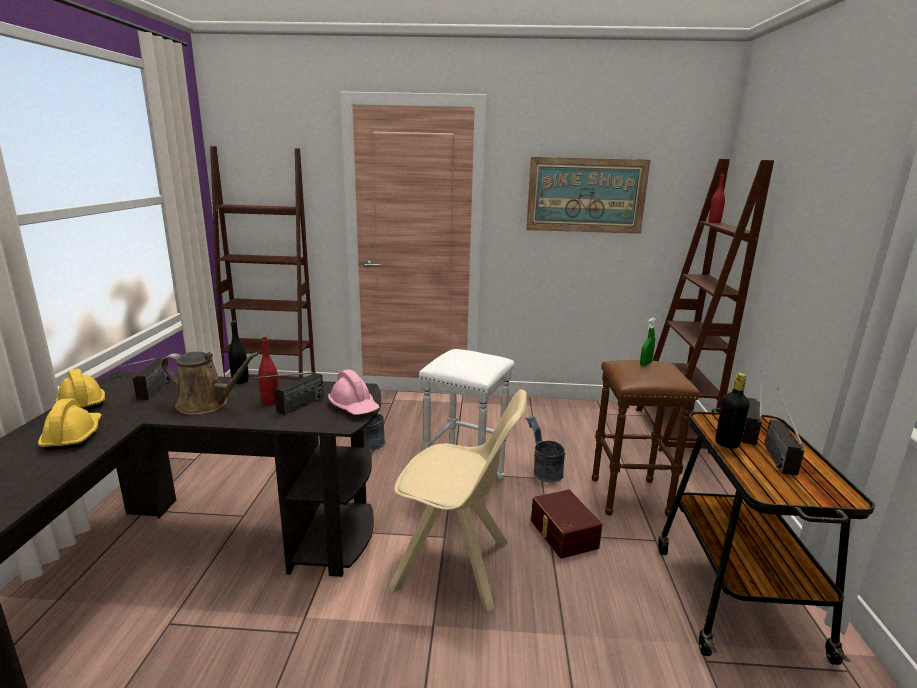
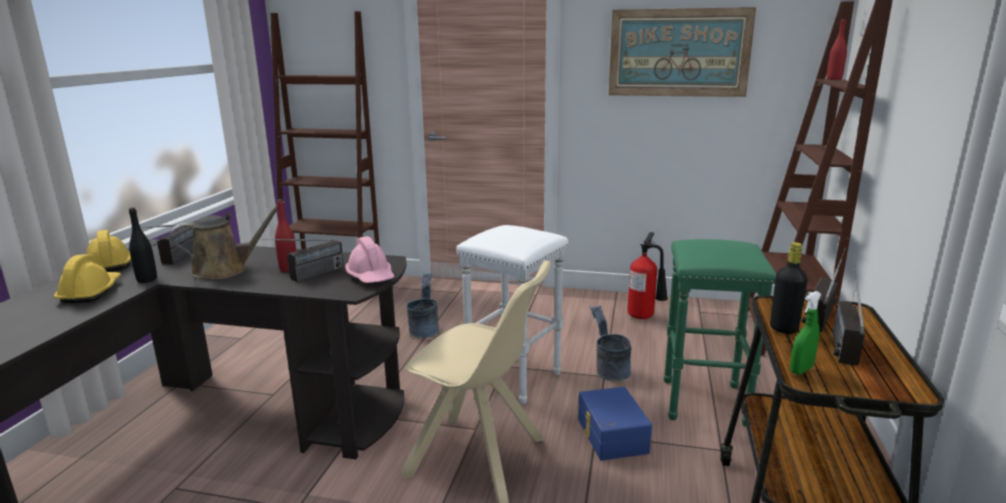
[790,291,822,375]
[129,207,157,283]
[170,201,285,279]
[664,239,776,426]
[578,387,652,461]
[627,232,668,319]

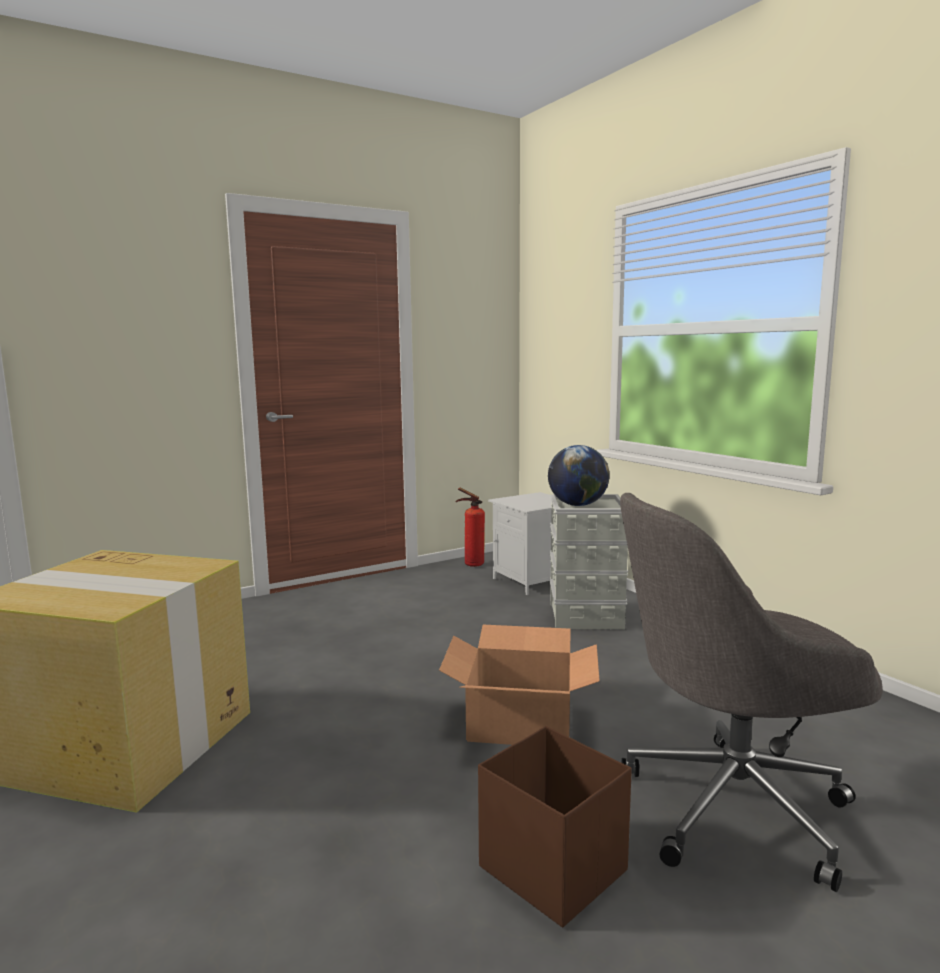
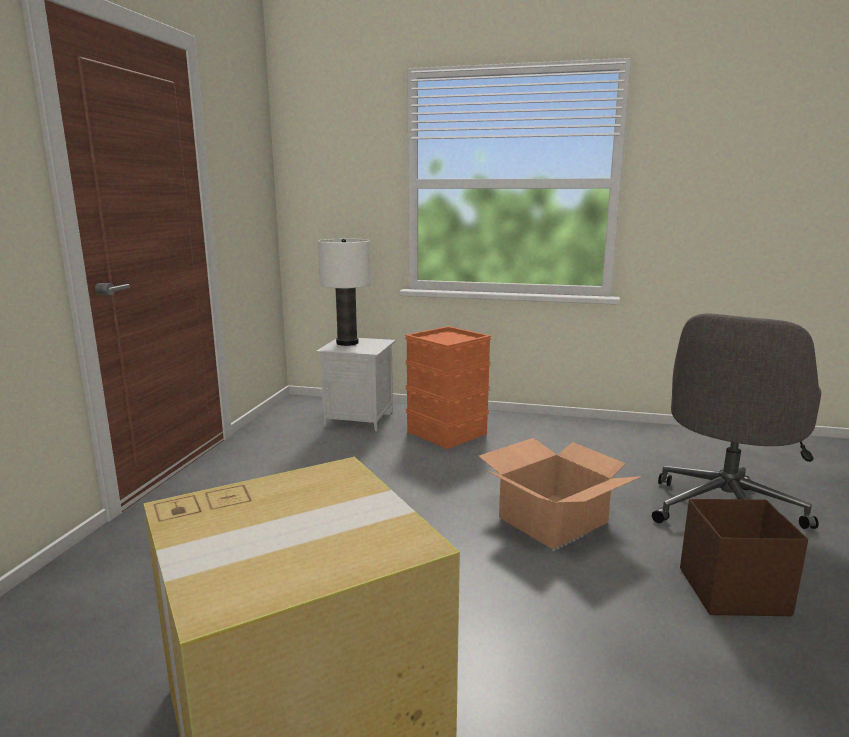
[548,445,610,506] (first image)
[456,488,485,567] (first image)
[405,326,491,449]
[318,239,371,346]

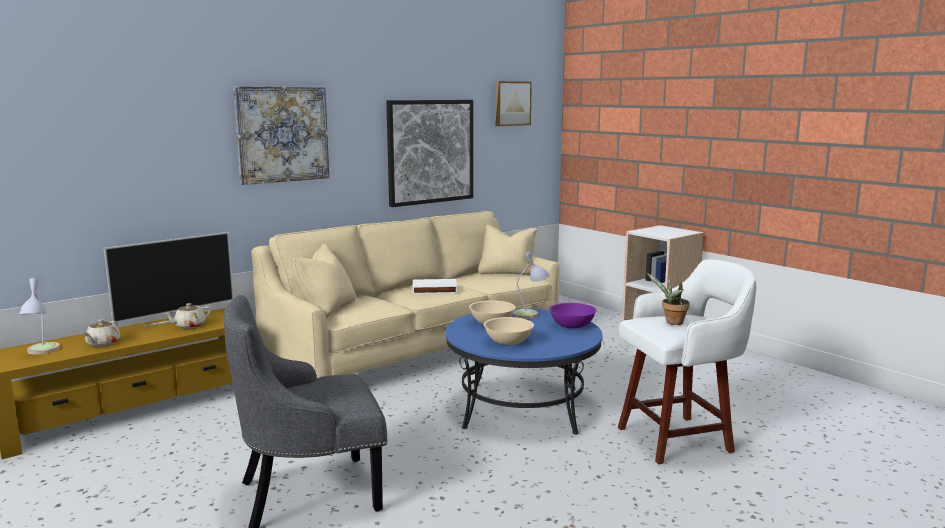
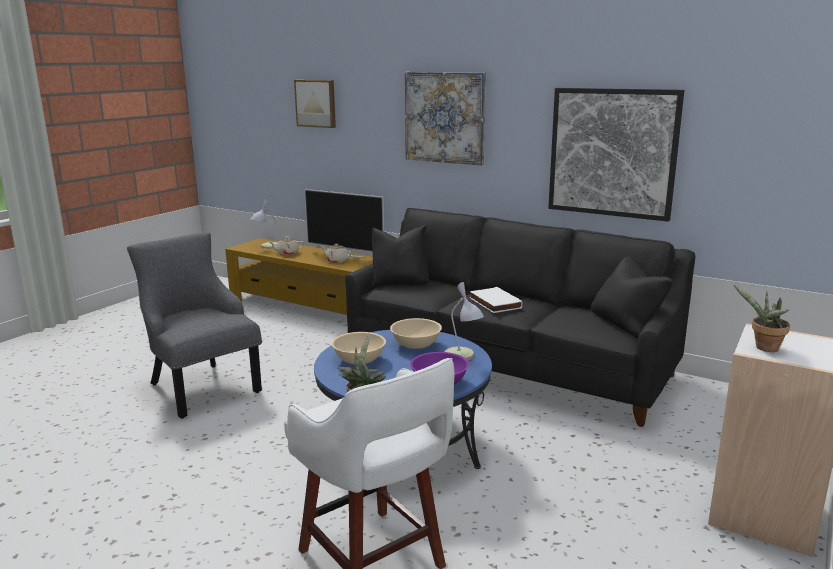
[294,80,336,128]
[346,208,695,427]
[733,285,790,352]

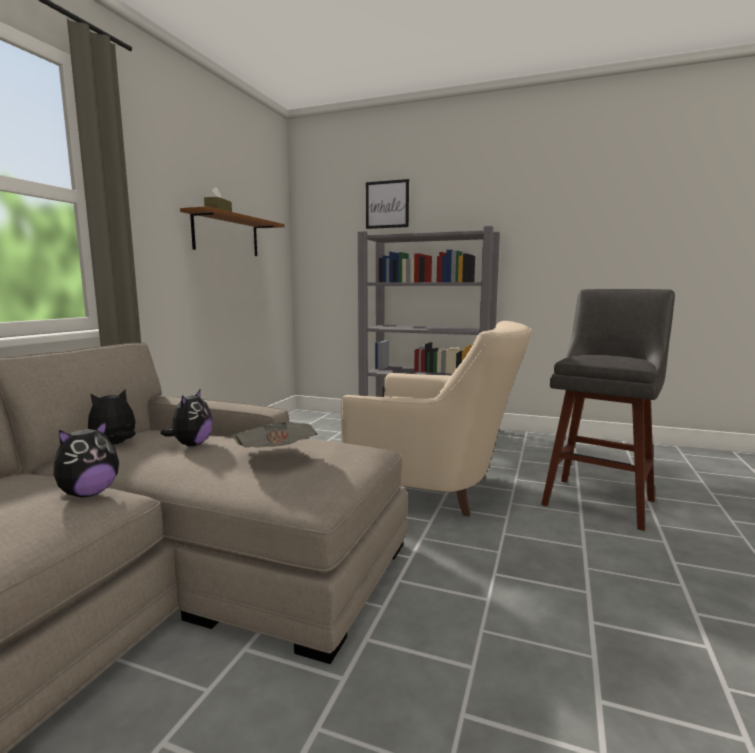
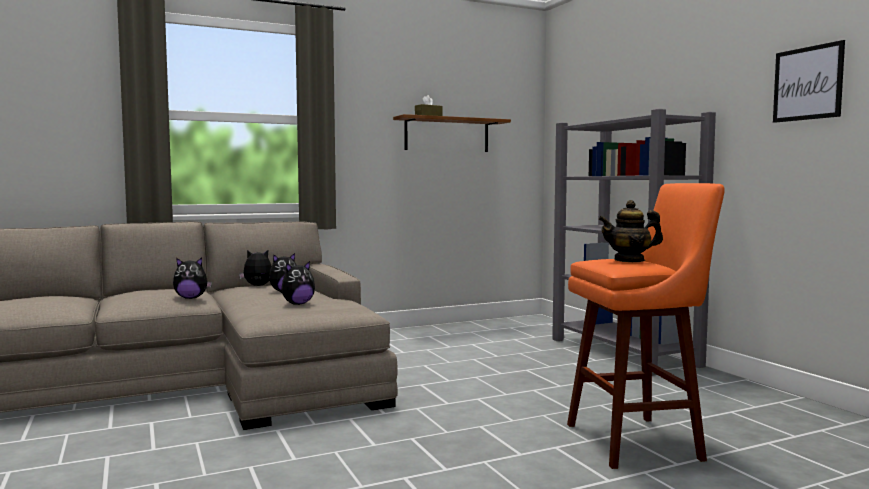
[773,40,845,123]
[567,183,725,469]
[341,321,532,516] (first image)
[280,261,315,305]
[598,200,663,262]

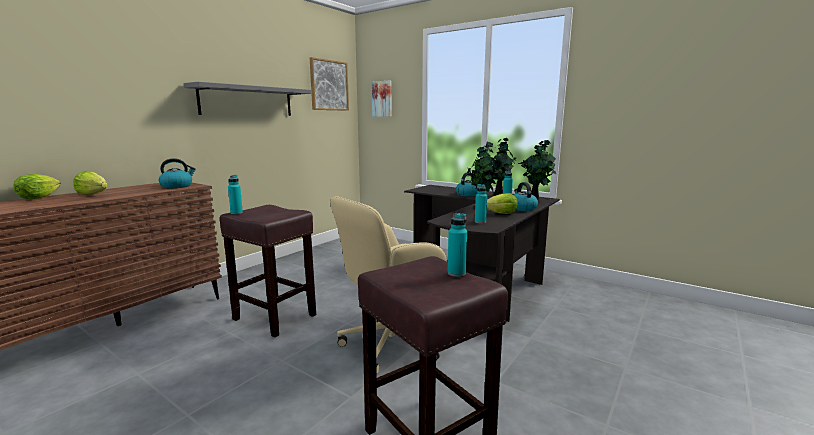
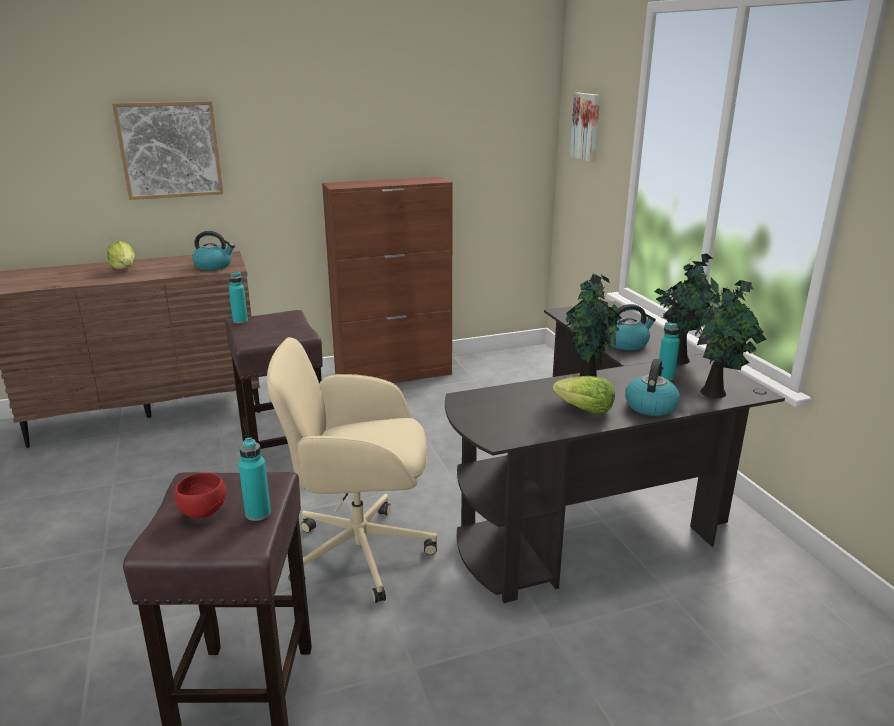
[112,101,223,200]
[184,82,311,116] (first image)
[13,174,61,200] (first image)
[475,184,487,224] (first image)
[322,176,453,383]
[175,473,226,518]

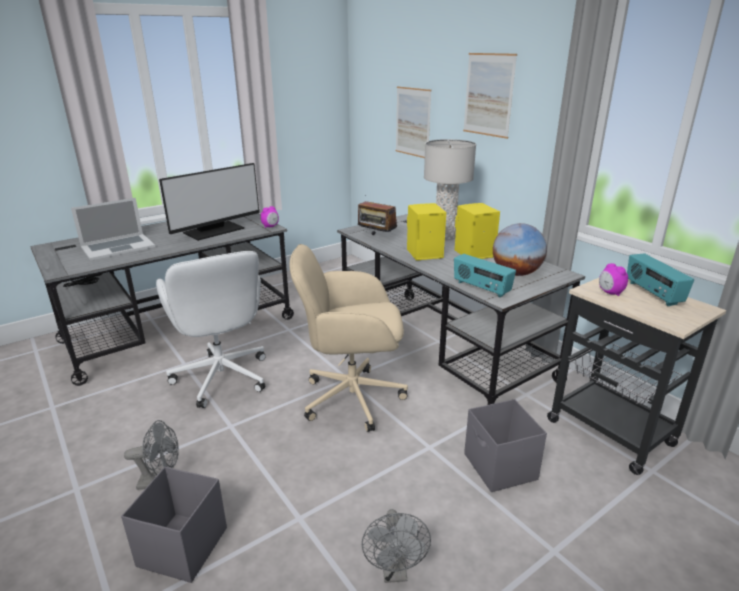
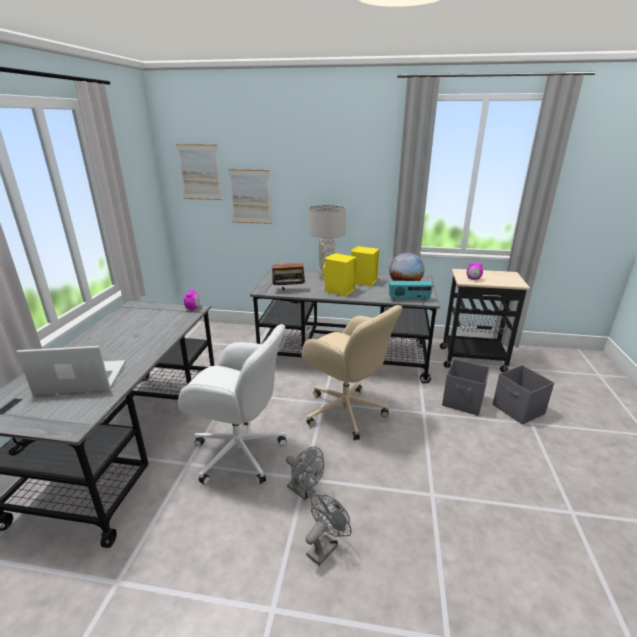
[176,144,222,200]
[159,163,260,241] (first image)
[17,346,126,395]
[302,305,402,440]
[627,254,694,306] (first image)
[493,365,554,425]
[286,446,324,501]

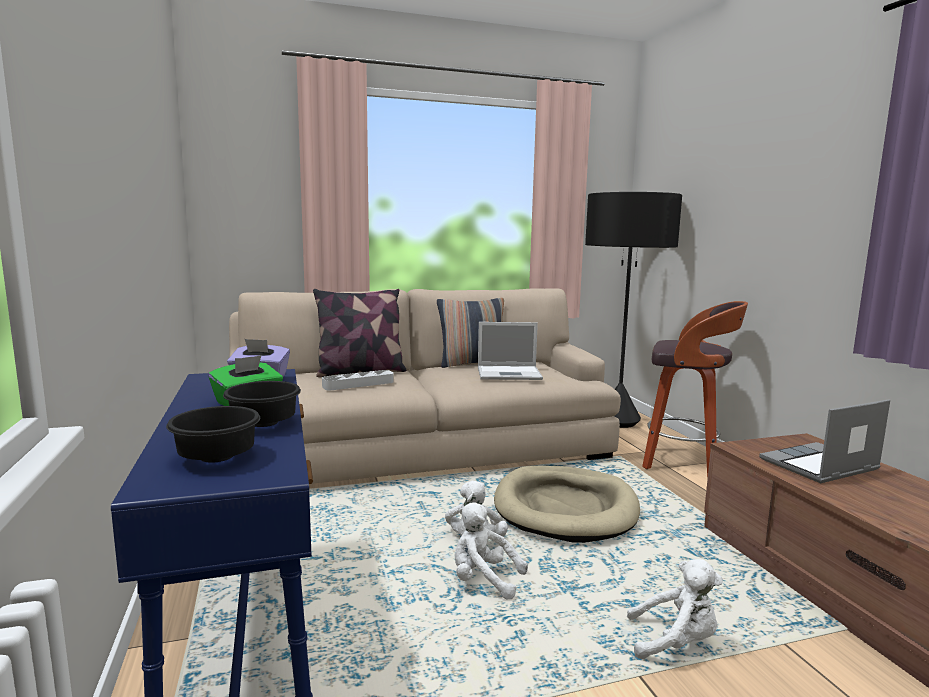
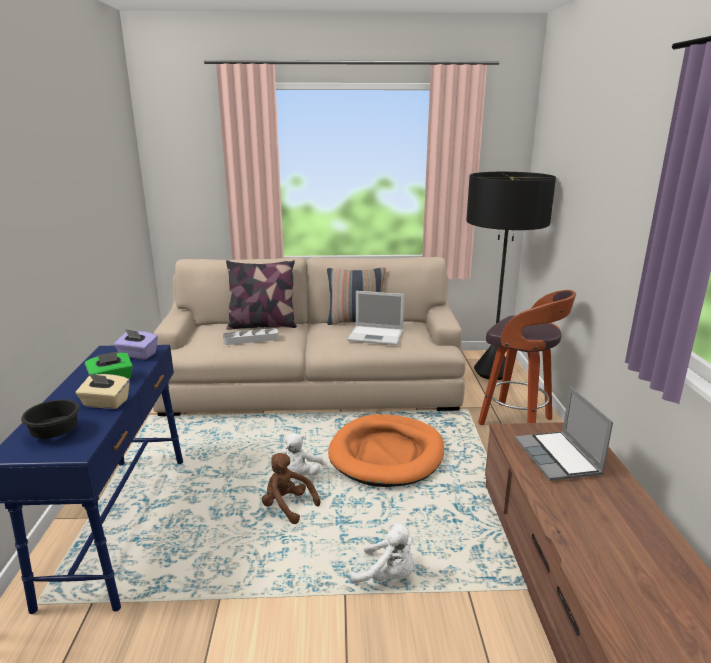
[76,374,130,409]
[515,386,613,481]
[328,414,444,487]
[262,453,320,524]

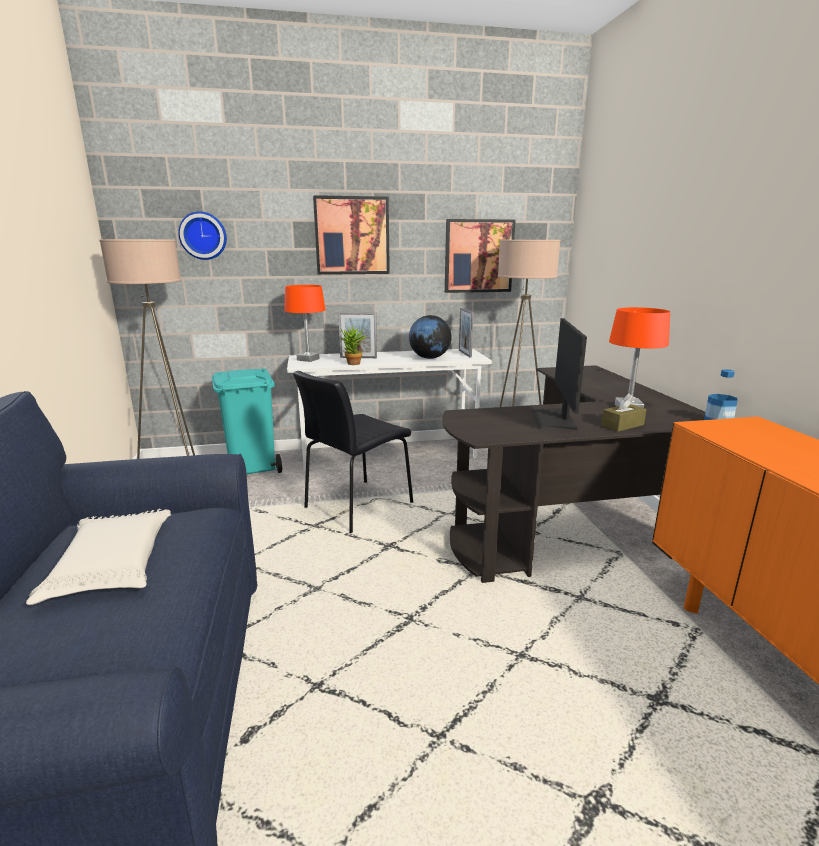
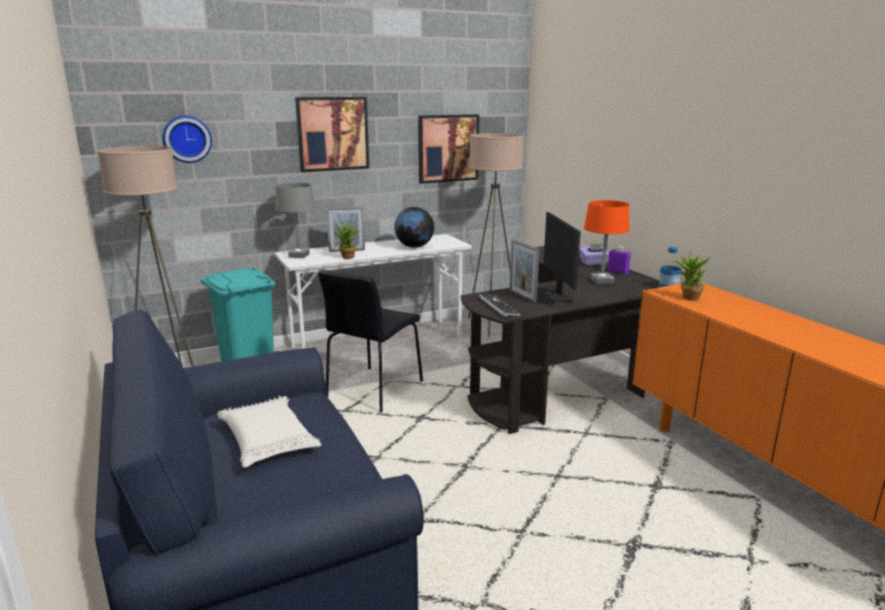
[275,183,316,258]
[510,239,539,303]
[601,393,646,432] (first image)
[579,243,609,265]
[608,246,631,274]
[673,251,711,301]
[479,294,521,317]

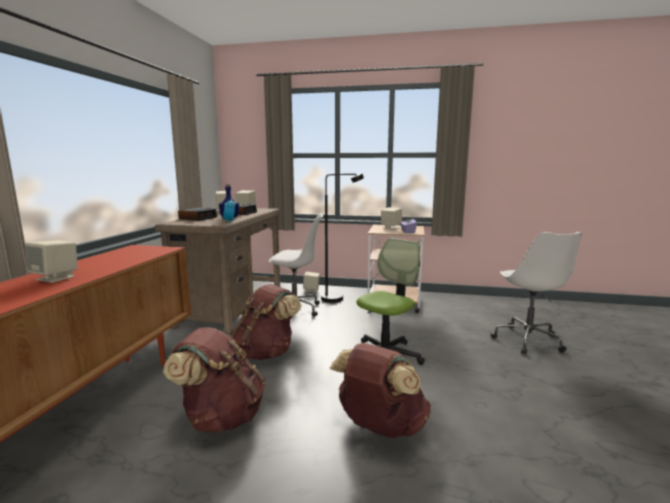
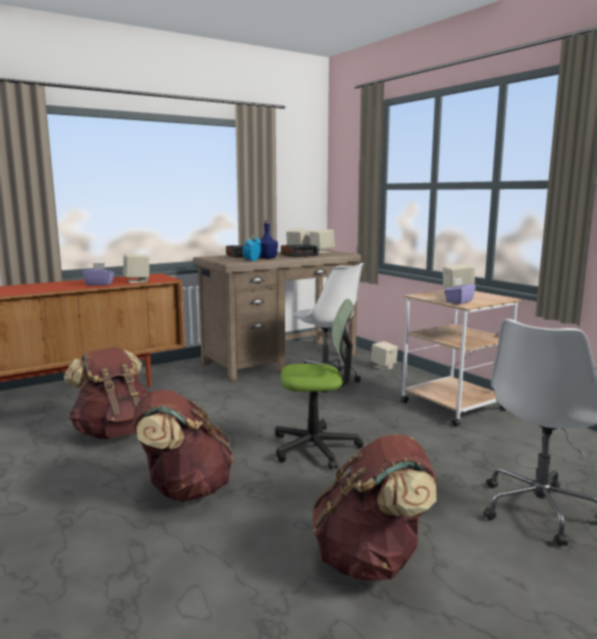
[321,173,364,303] (first image)
[123,253,150,283]
[313,434,437,581]
[82,263,114,285]

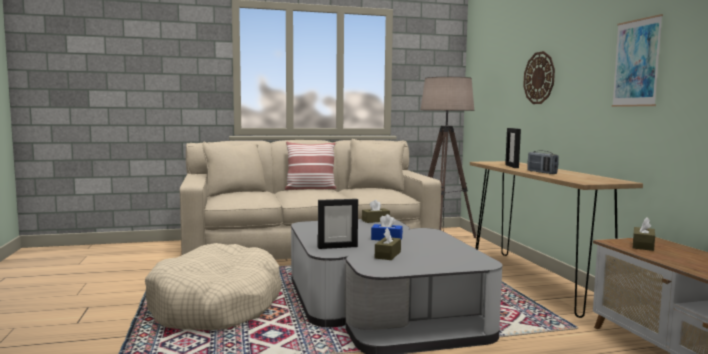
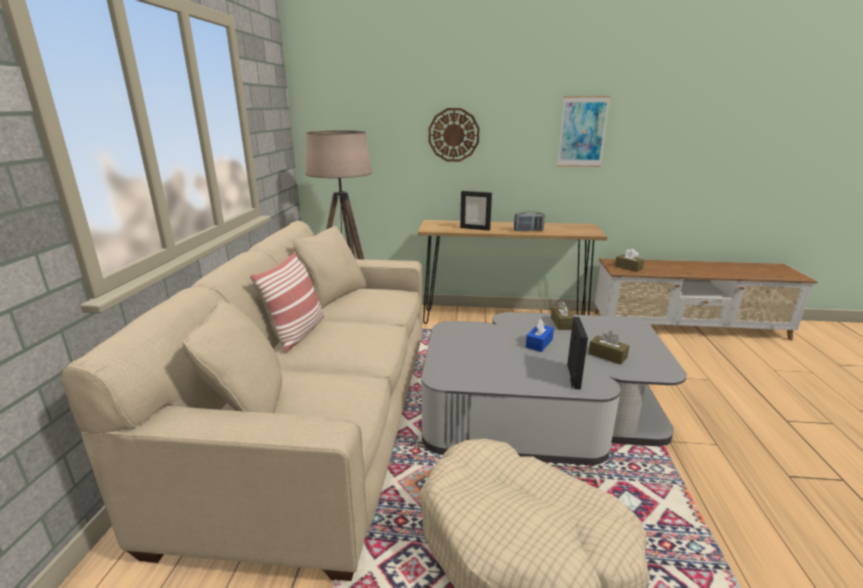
[551,301,574,330]

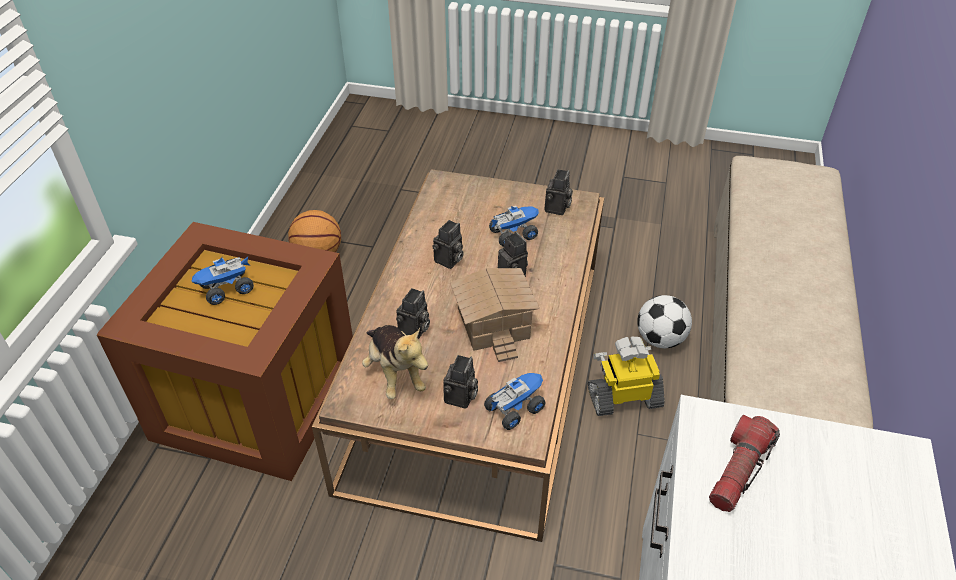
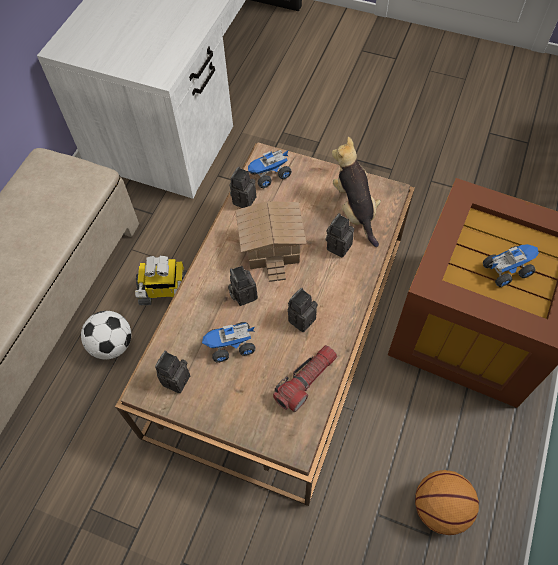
[230,167,256,208]
[273,345,337,412]

